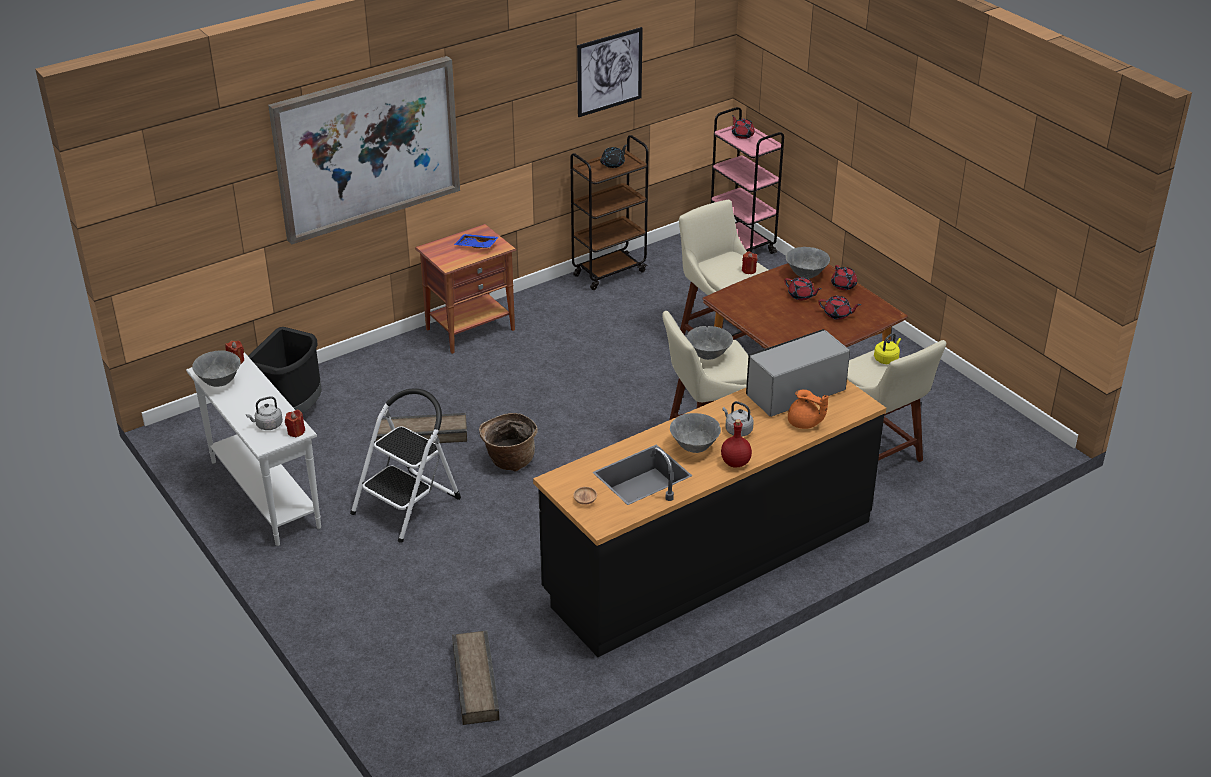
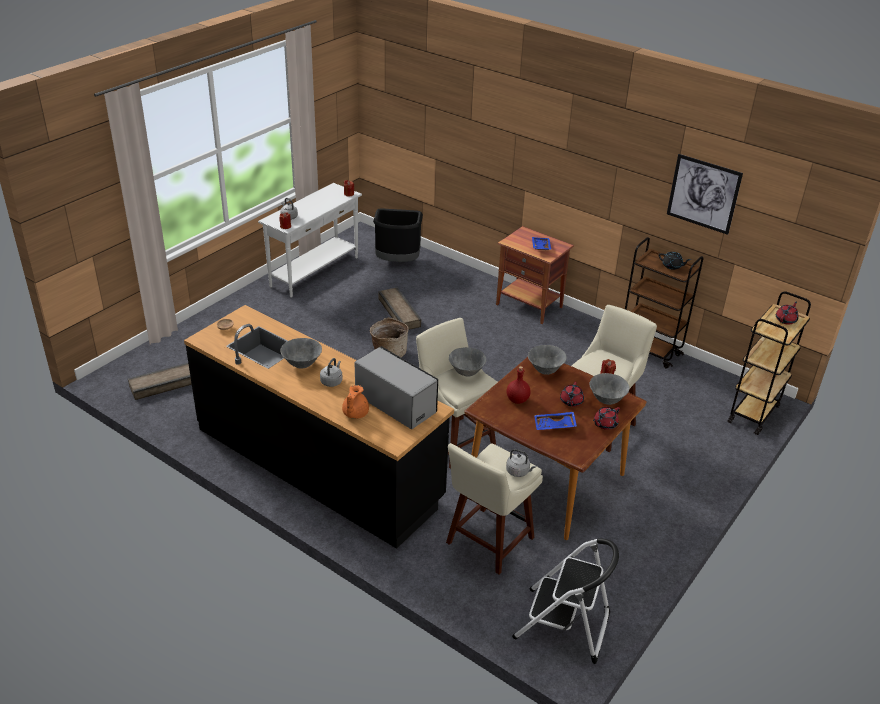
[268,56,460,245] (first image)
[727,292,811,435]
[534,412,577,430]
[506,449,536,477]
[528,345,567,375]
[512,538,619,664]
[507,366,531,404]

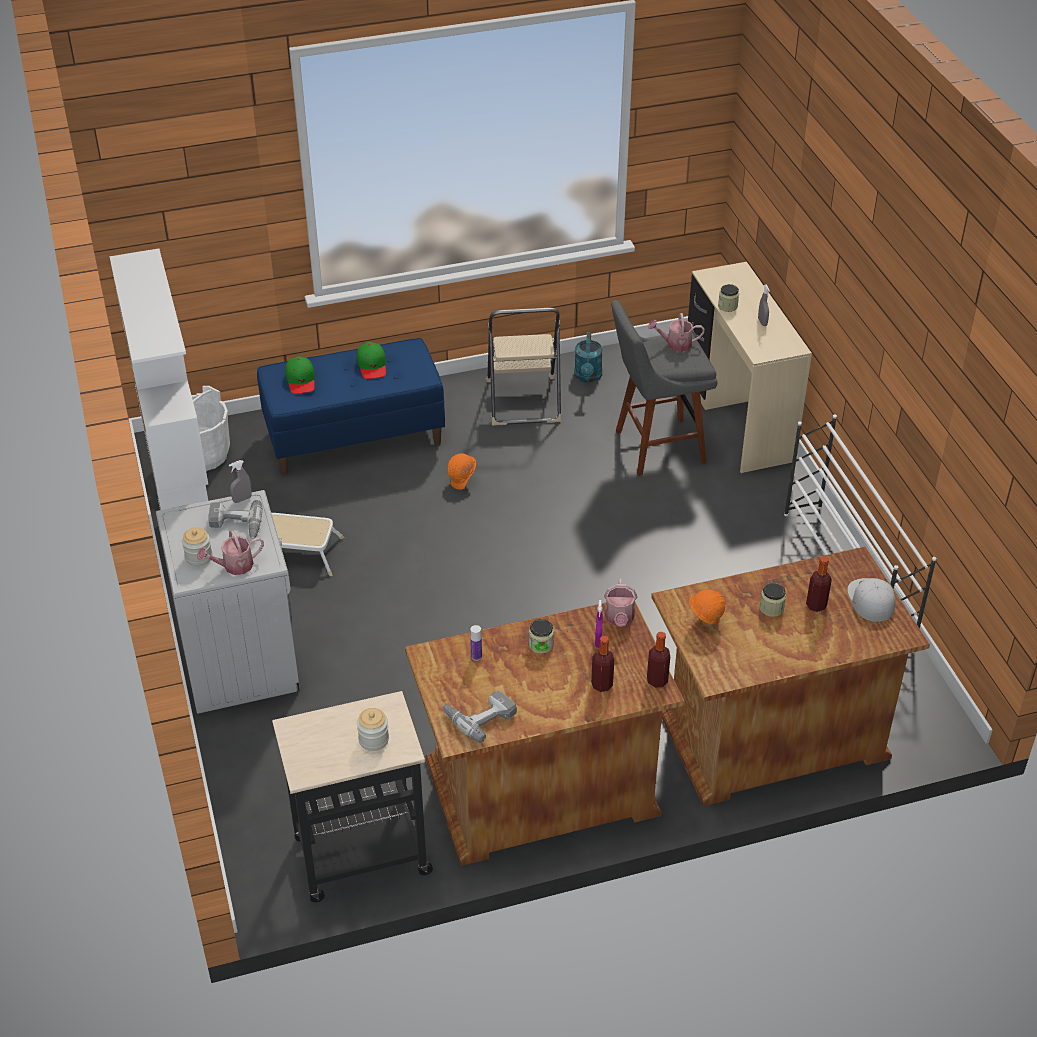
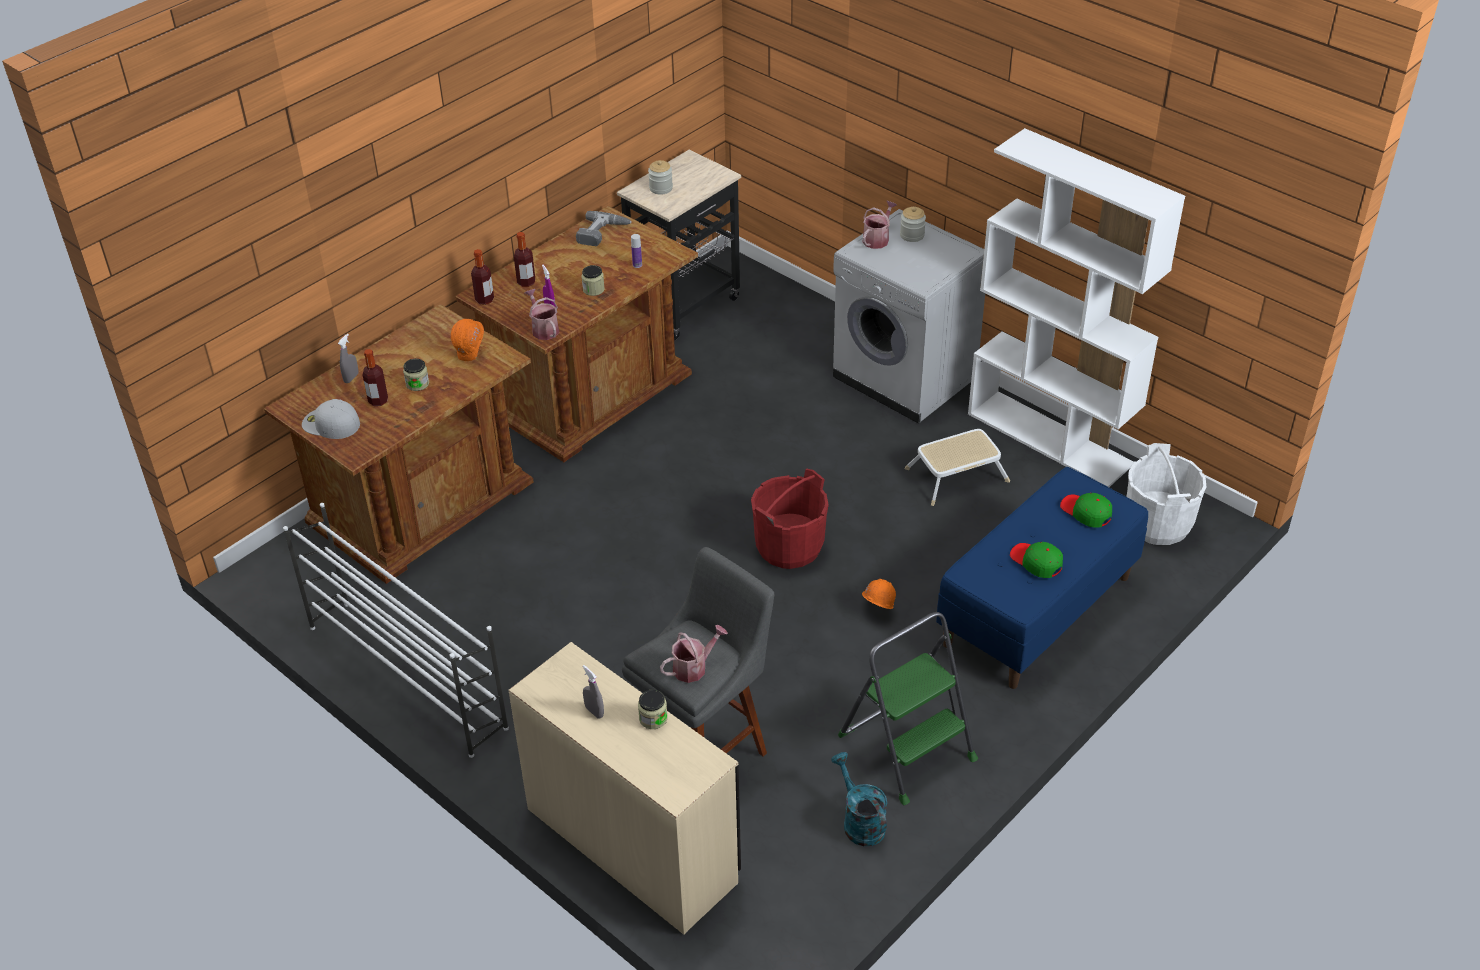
[838,612,978,805]
[338,334,358,383]
[208,500,262,539] (first image)
[302,399,360,439]
[751,468,829,569]

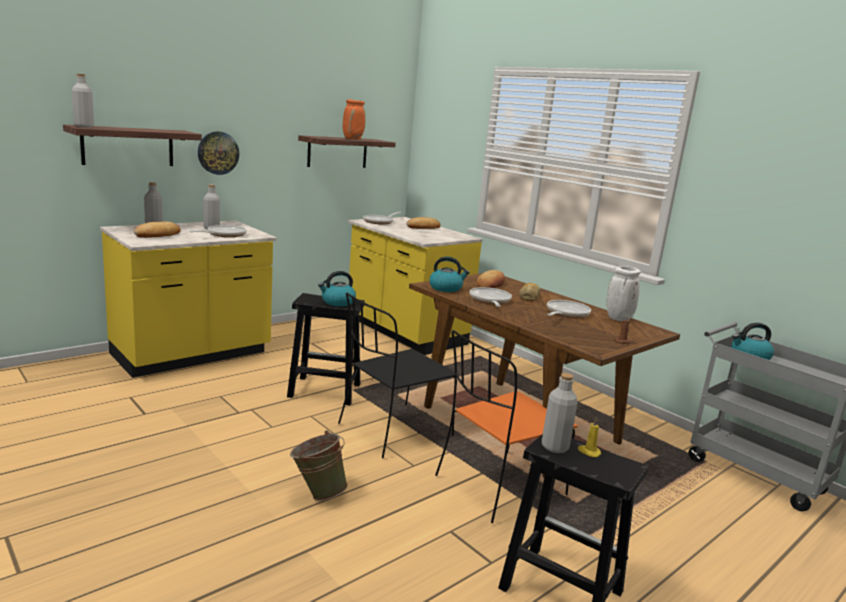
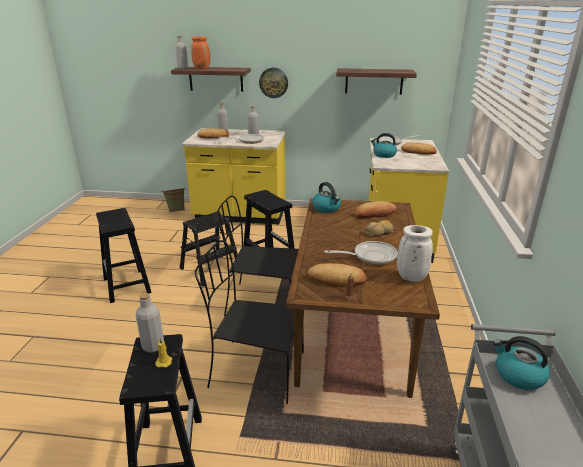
[191,36,210,69]
[371,133,397,158]
[470,287,512,307] (first image)
[195,240,304,404]
[162,187,185,212]
[96,208,152,303]
[180,211,238,287]
[308,263,367,287]

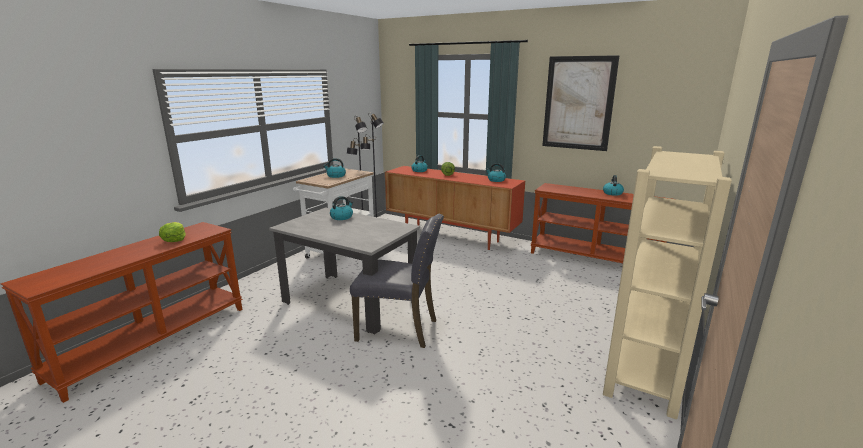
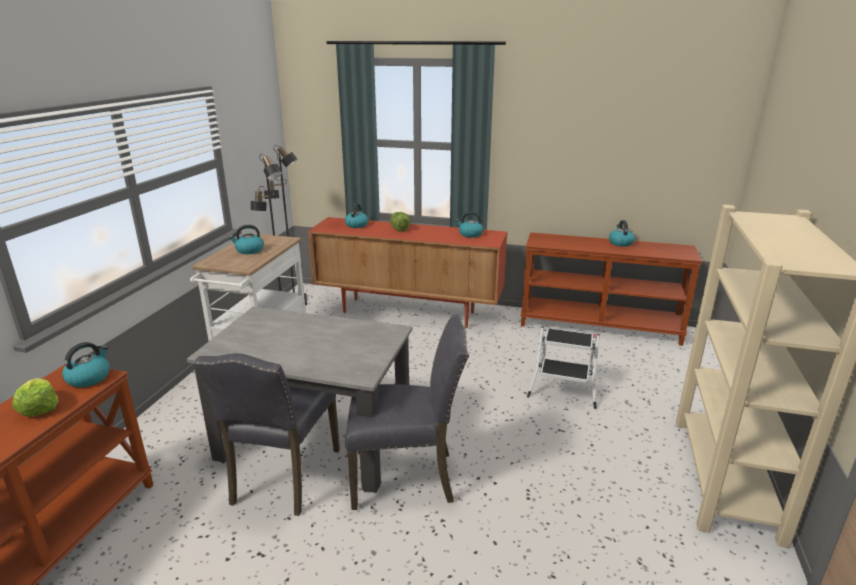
[542,55,620,151] (first image)
[62,342,110,387]
[527,327,600,409]
[194,353,340,516]

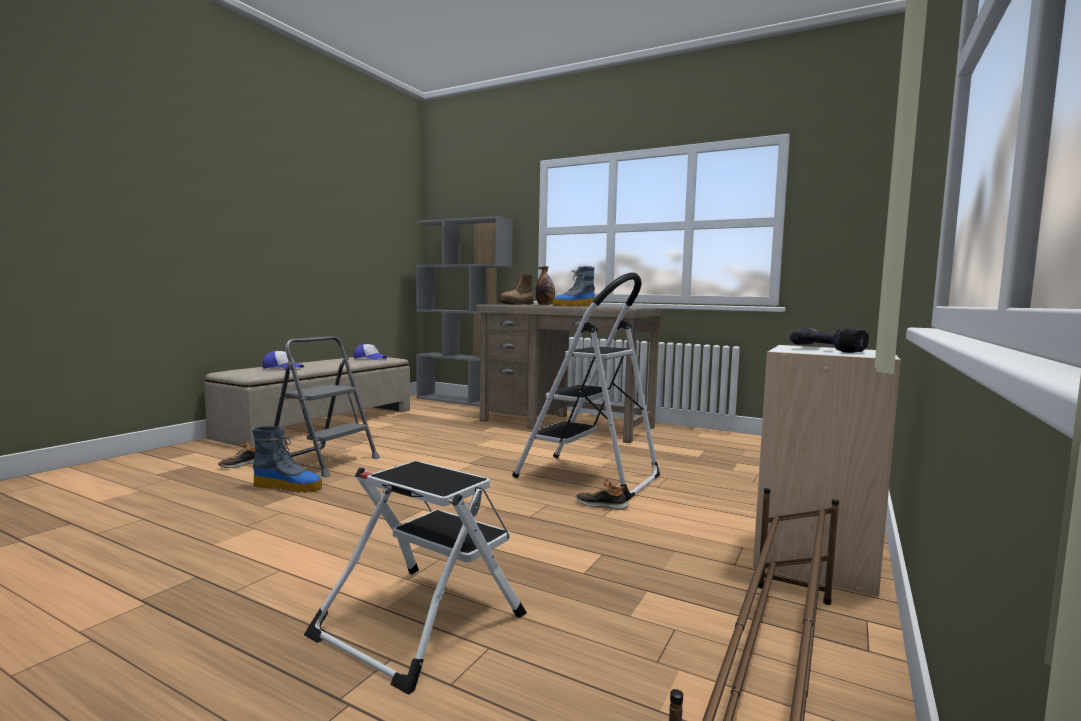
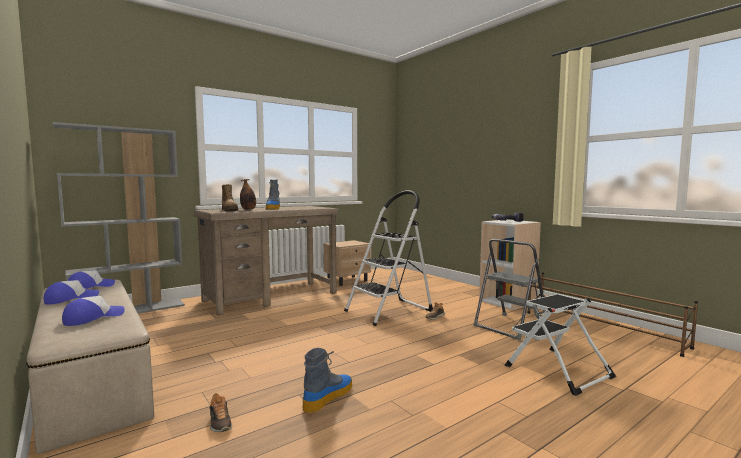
[474,239,548,340]
[323,240,371,286]
[44,280,99,304]

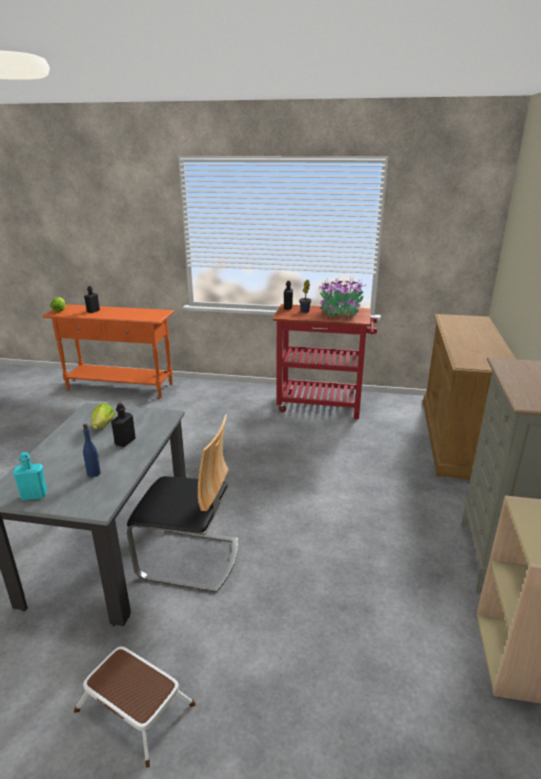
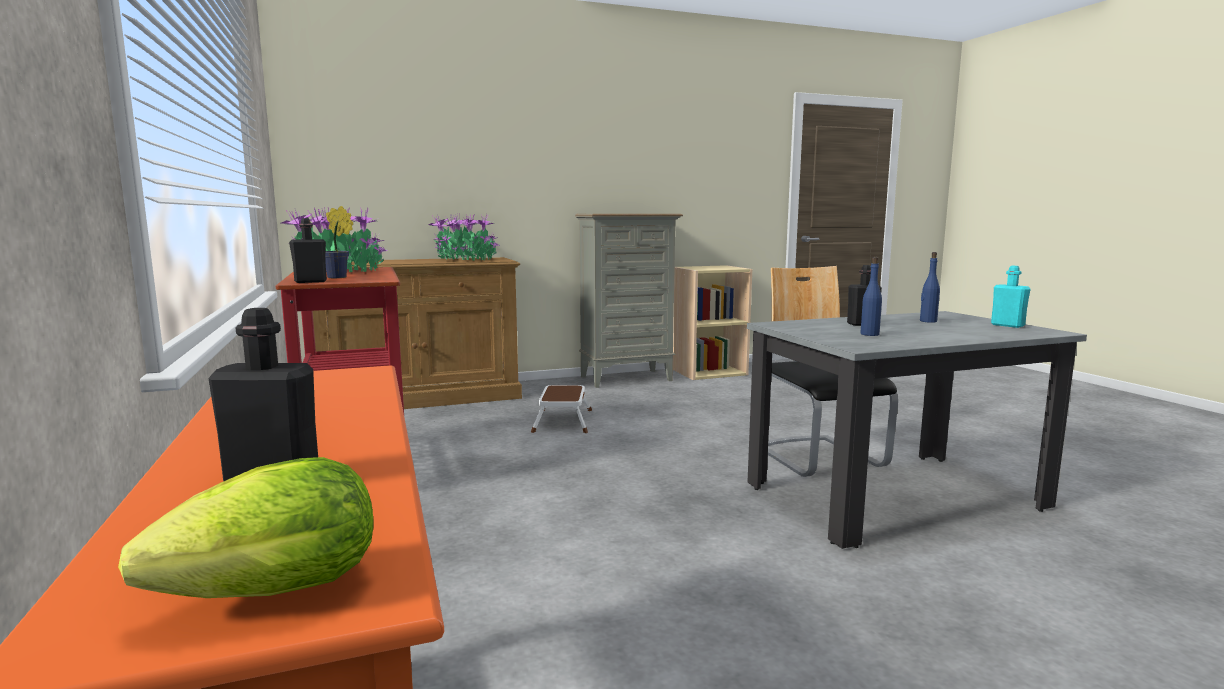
[860,257,882,336]
[531,385,592,433]
[428,214,501,261]

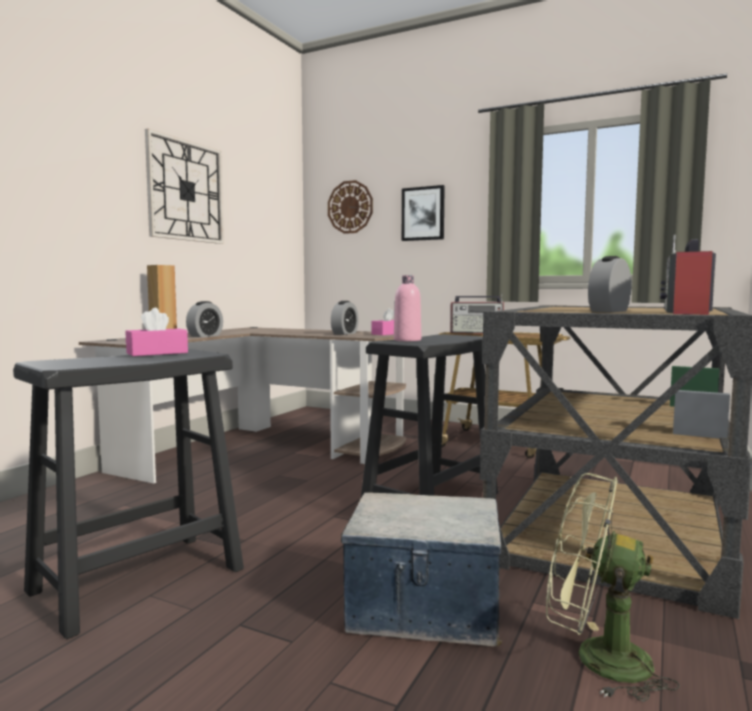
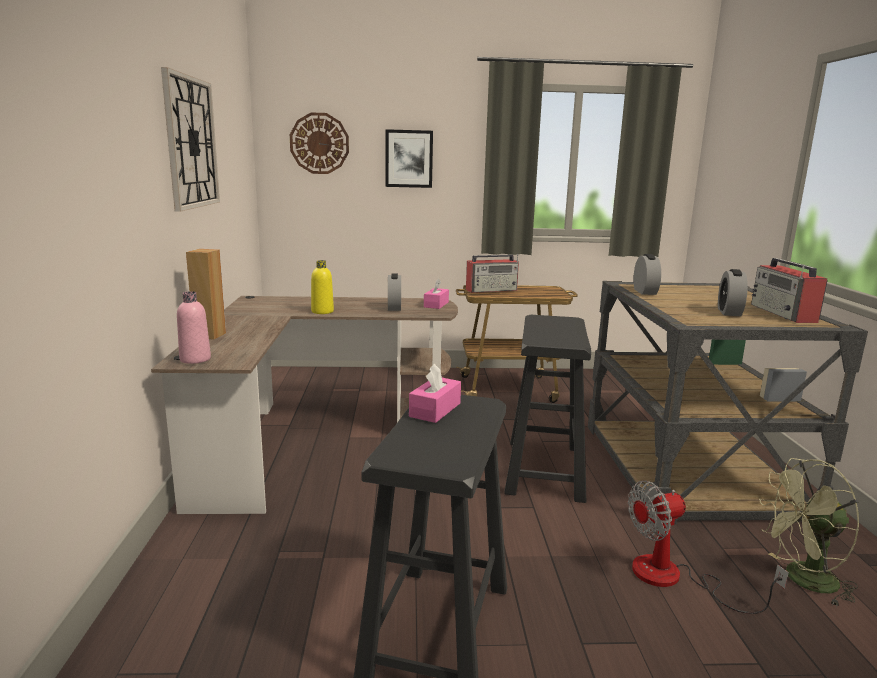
[177,291,211,364]
[633,254,661,295]
[628,481,789,614]
[311,260,334,314]

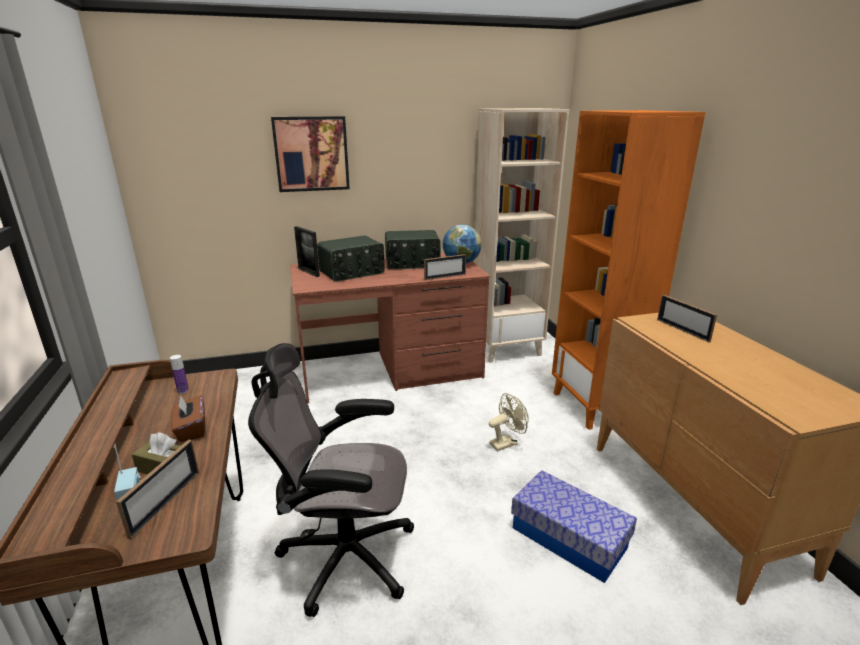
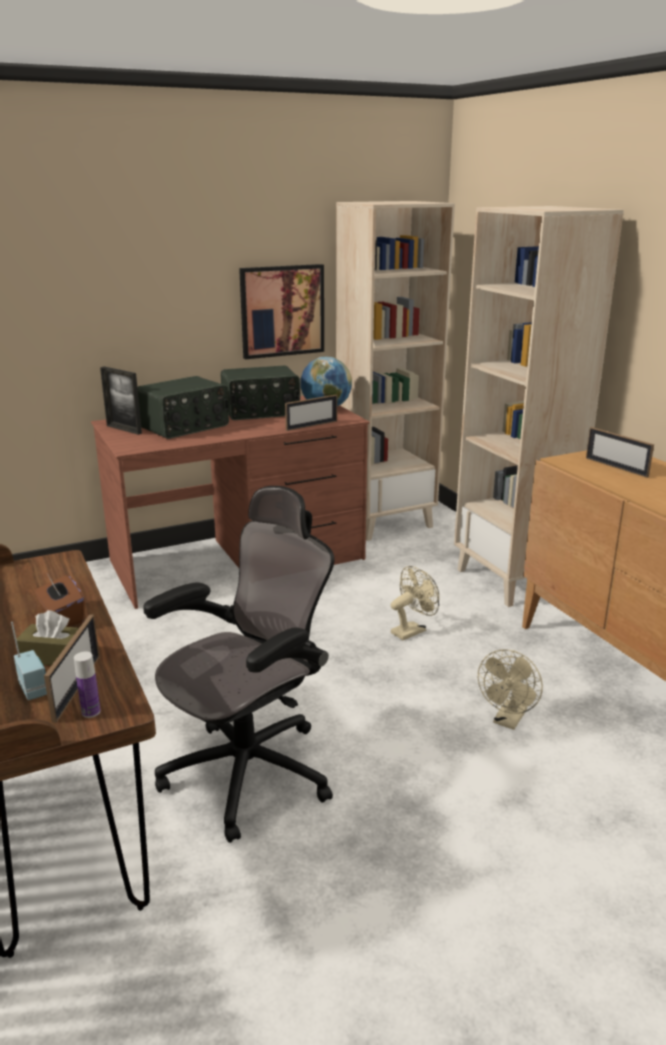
[454,206,624,607]
[239,264,324,359]
[143,486,334,843]
[74,651,101,718]
[478,649,543,730]

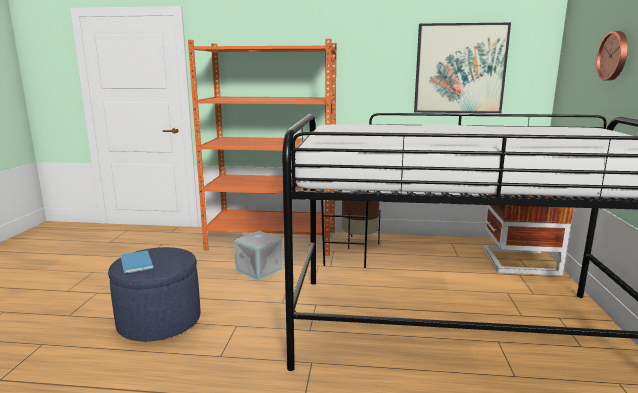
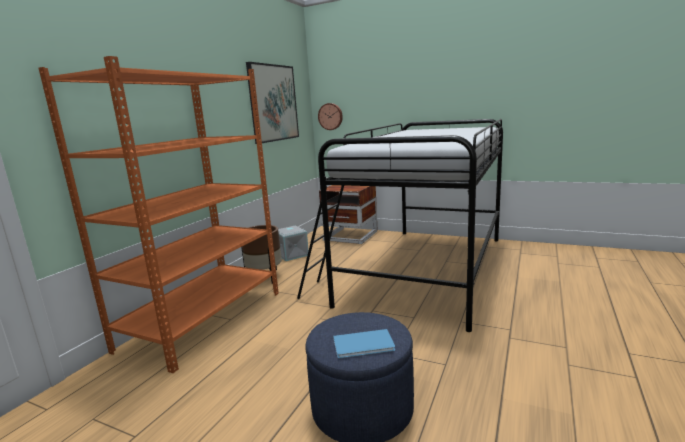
[318,103,343,130]
[278,226,309,261]

